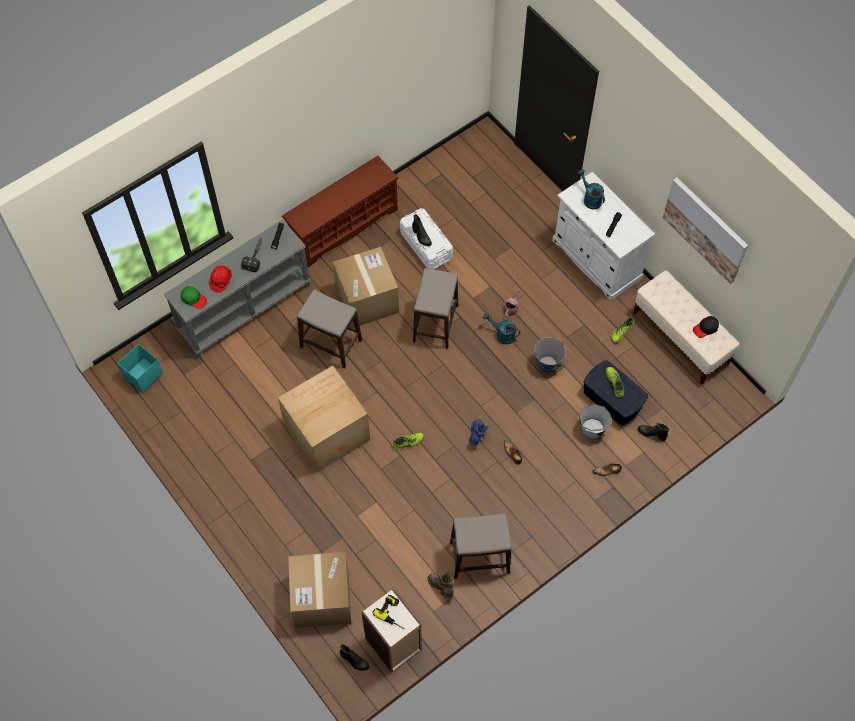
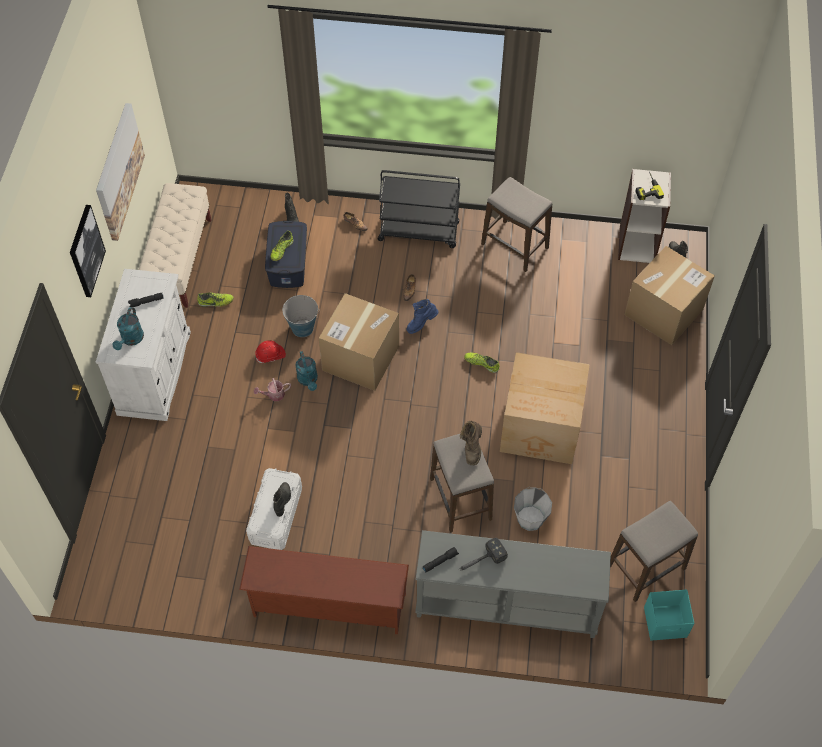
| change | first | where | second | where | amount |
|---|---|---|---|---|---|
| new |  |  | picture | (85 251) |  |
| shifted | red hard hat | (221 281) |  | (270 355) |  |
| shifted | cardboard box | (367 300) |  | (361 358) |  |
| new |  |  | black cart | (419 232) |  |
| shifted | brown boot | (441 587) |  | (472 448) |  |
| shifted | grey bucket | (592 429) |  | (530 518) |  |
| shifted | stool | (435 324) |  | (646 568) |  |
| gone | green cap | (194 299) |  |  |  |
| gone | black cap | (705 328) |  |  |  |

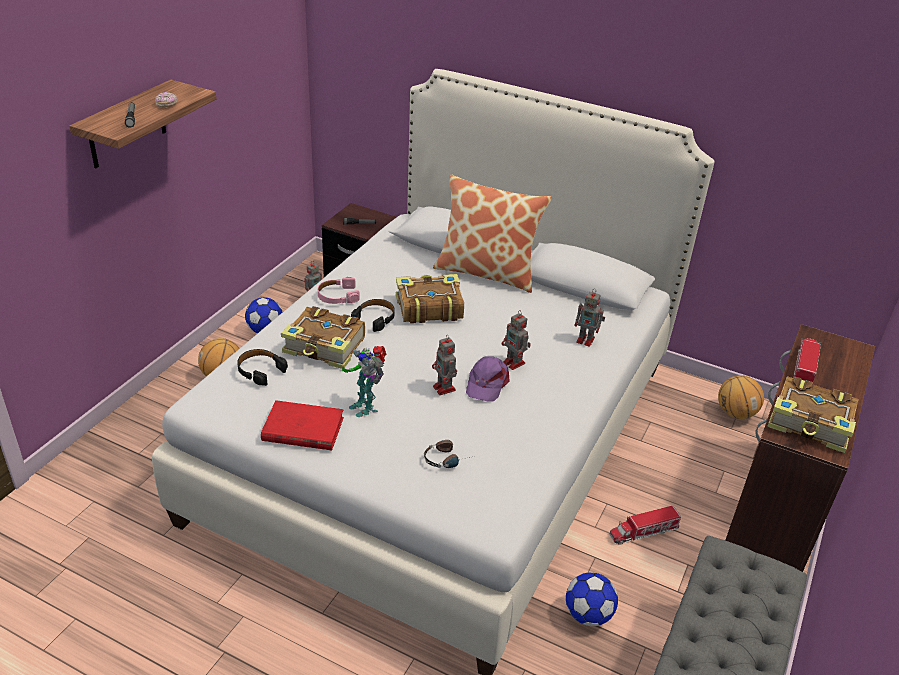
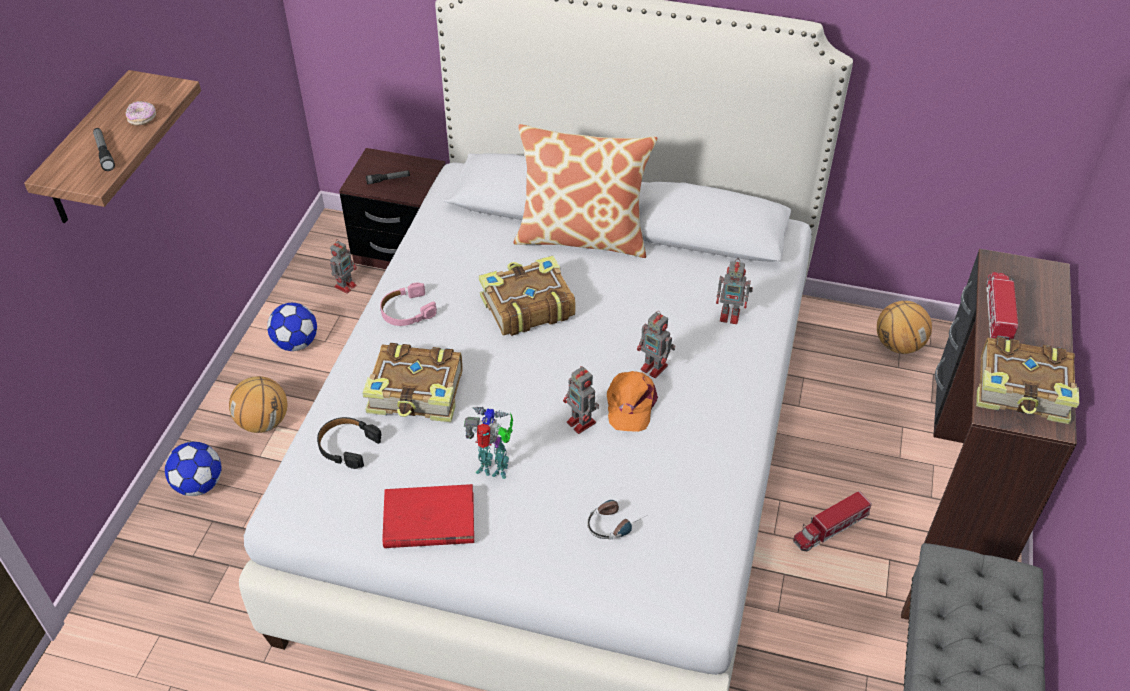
| change | first | where | second | where | amount |
|---|---|---|---|---|---|
| shifted | football | (588 615) |  | (199 485) |  |
| rotated | toy robot | (365 406) |  | (494 469) | 150 degrees clockwise |
| repainted | purple cap | (486 383) | orange cap | (630 404) |  |
| gone | black headphones | (375 318) |  |  |  |

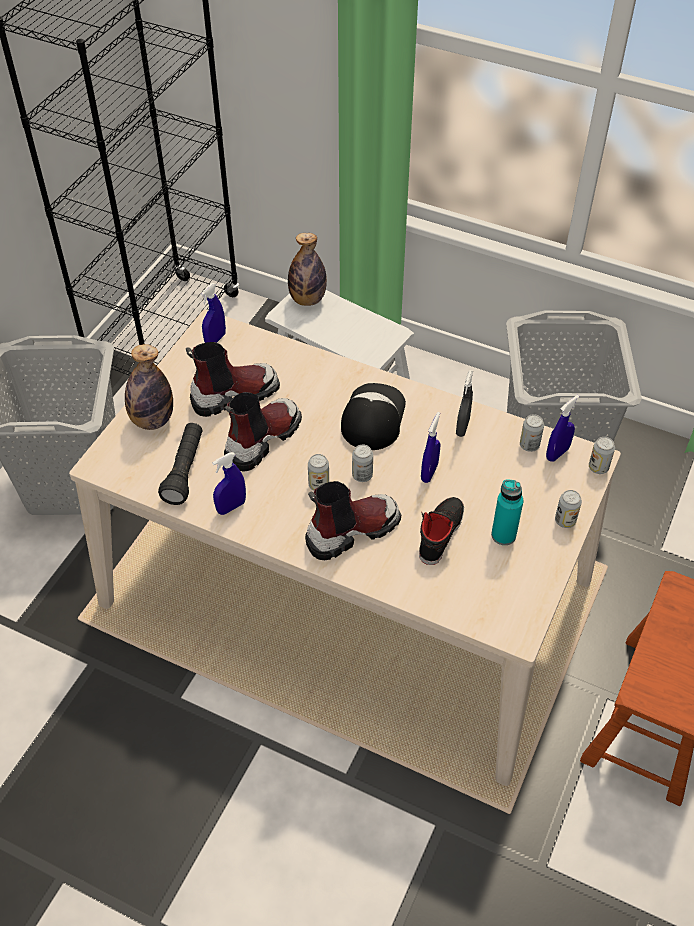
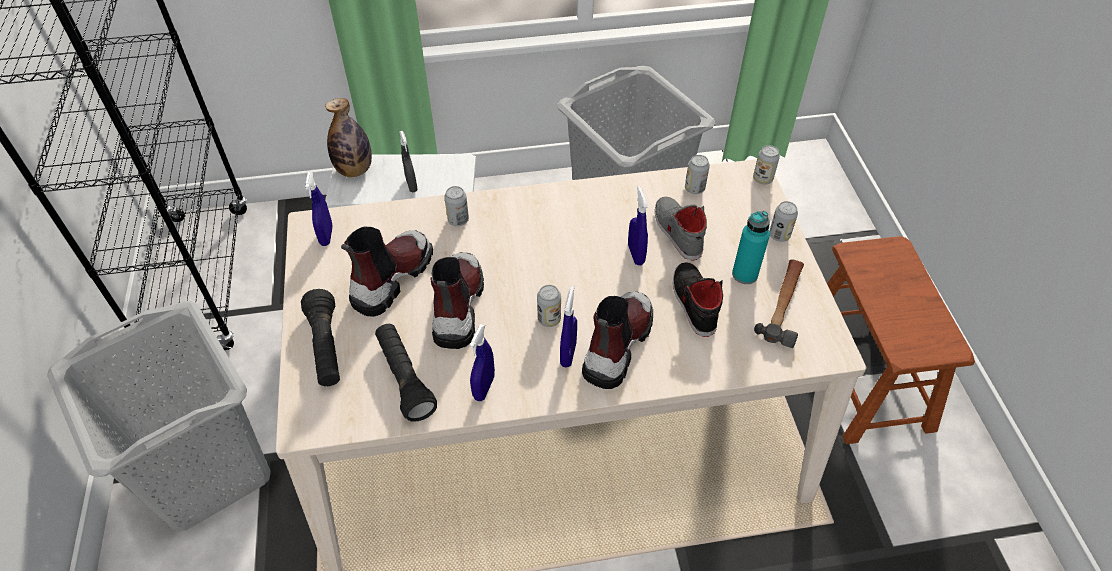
| change | first | where | second | where | amount |
|---|---|---|---|---|---|
| swapped | bottle | (152 420) | black flashlight | (326 347) |  |
| shifted | grey spray bottle | (462 427) |  | (411 185) |  |
| shifted | can | (362 475) |  | (458 220) |  |
| shifted | blue spray bottle | (557 453) |  | (568 354) |  |
| new |  |  | grey shoe | (677 231) |  |
| new |  |  | hammer | (785 304) |  |
| gone | cap | (372 417) |  |  |  |

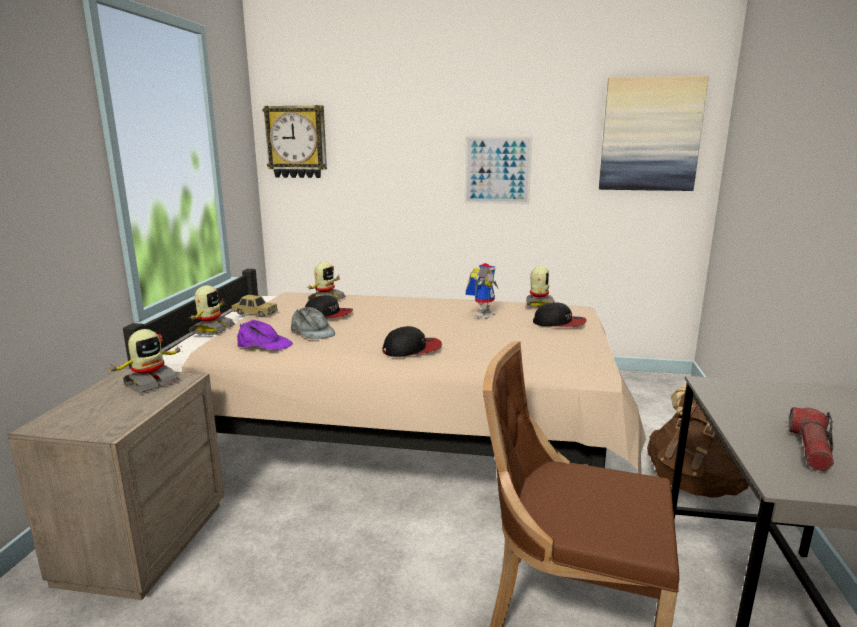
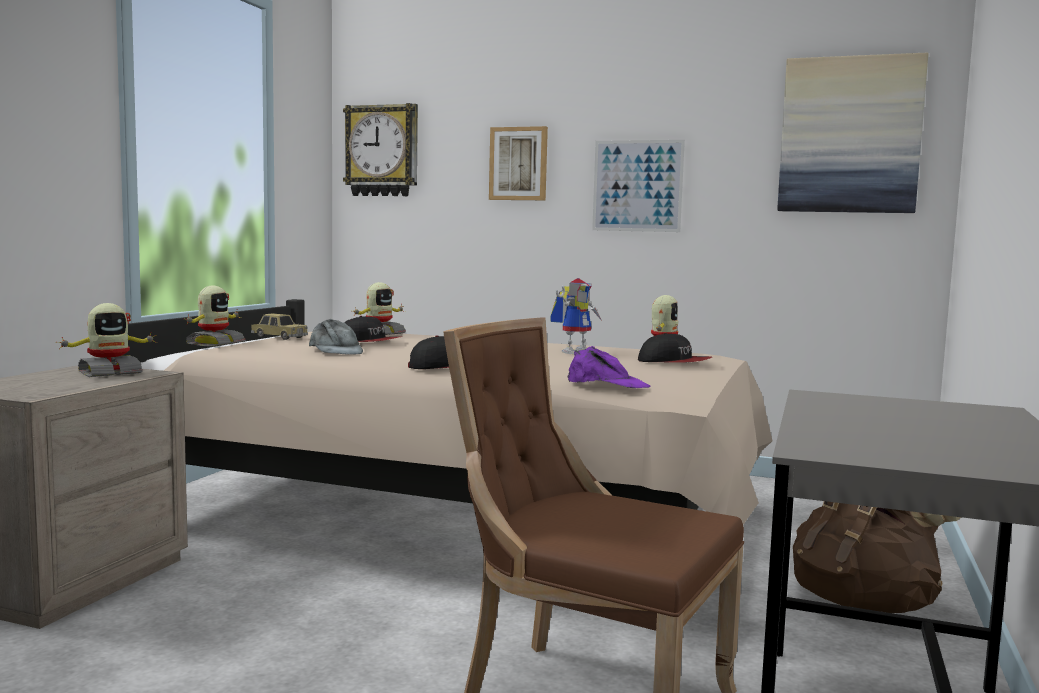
| change | first | where | second | where | amount |
|---|---|---|---|---|---|
| new |  |  | picture | (518 164) |  |
| shifted | purple cap | (264 344) |  | (608 384) |  |
| gone | flashlight | (811 449) |  |  |  |

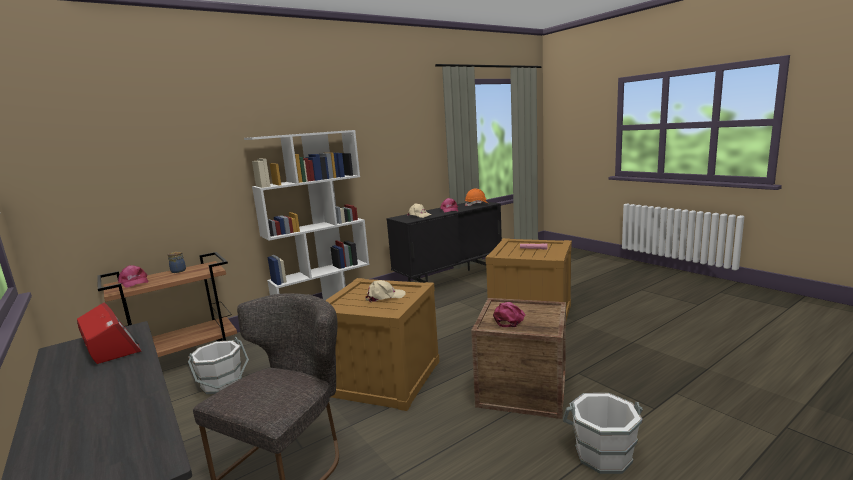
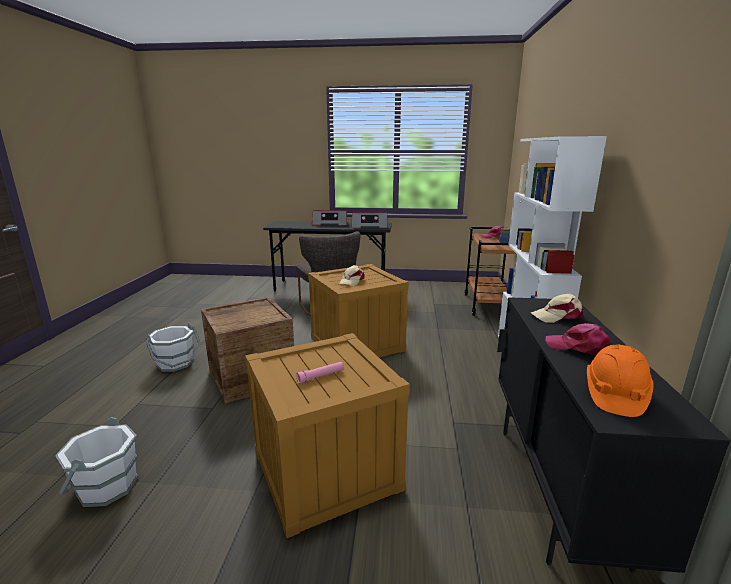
| change | first | where | second | where | amount |
|---|---|---|---|---|---|
| shifted | white bucket | (222 384) |  | (106 487) |  |
| new |  |  | radio | (330 224) |  |
| gone | pink cap | (510 319) |  |  |  |

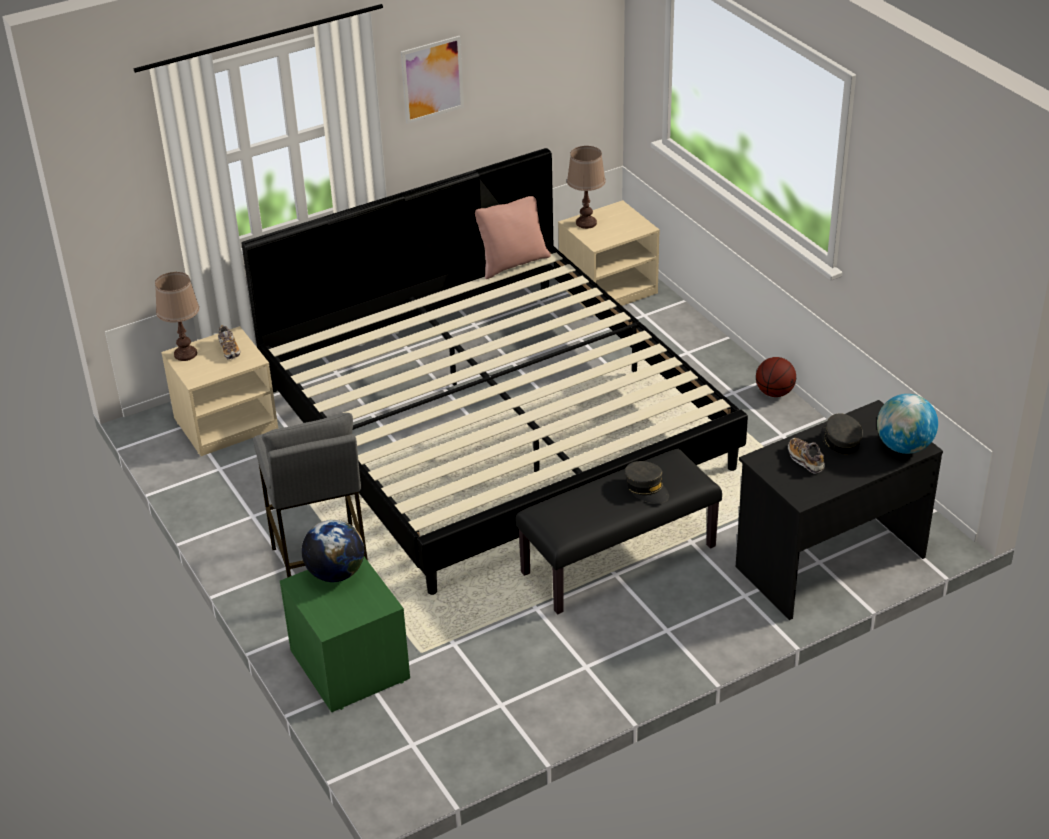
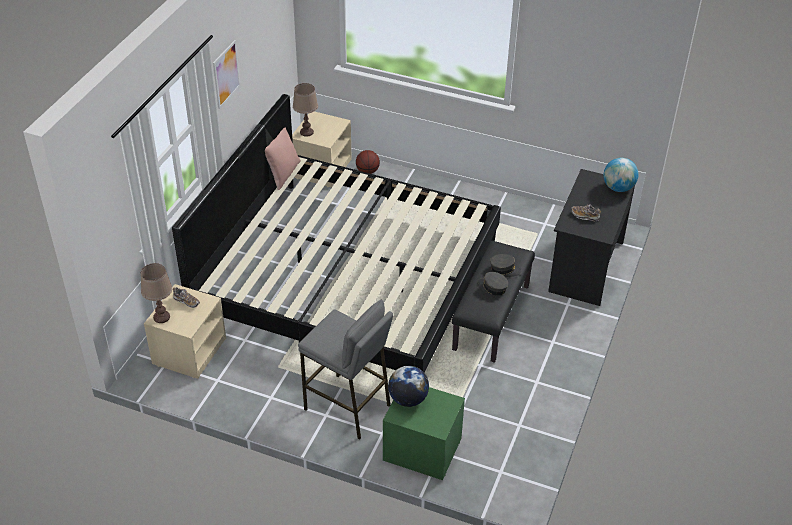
| change | first | where | second | where | amount |
|---|---|---|---|---|---|
| shifted | basketball | (774 393) |  | (367 171) |  |
| shifted | grey cap | (840 440) |  | (492 287) |  |

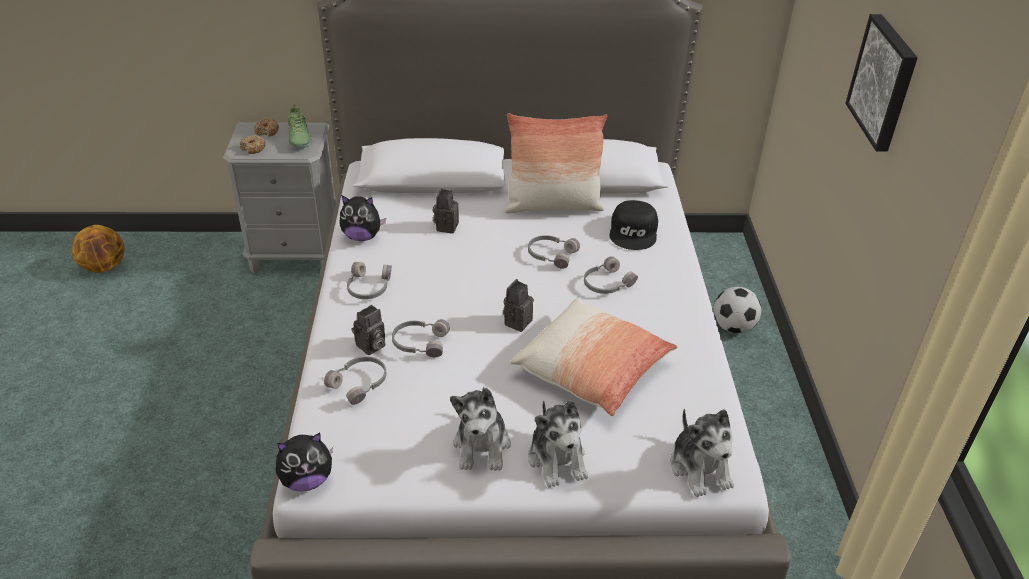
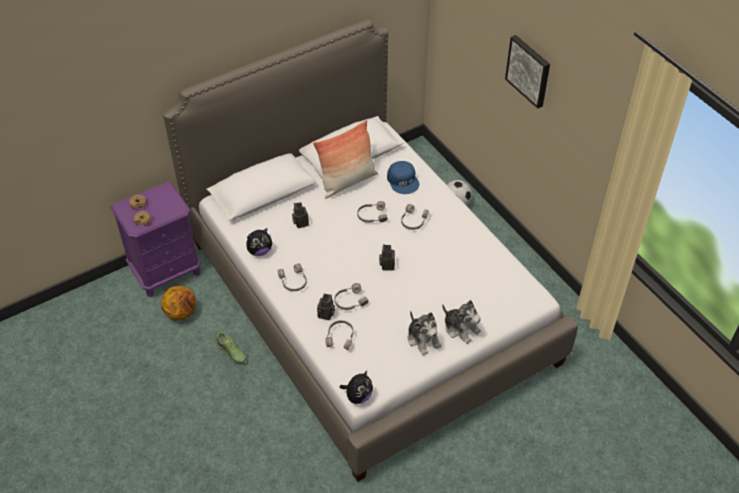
| change | first | where | second | where | amount |
|---|---|---|---|---|---|
| repainted | grey nightstand | (296 254) | purple nightstand | (166 271) |  |
| shifted | basketball | (104 267) |  | (181 312) |  |
| shifted | shoe | (298 138) |  | (231 352) |  |
| repainted | black cap | (634 232) | blue cap | (403 180) |  |
| gone | pillow | (592 370) |  |  |  |
| gone | plush toy | (700 468) |  |  |  |

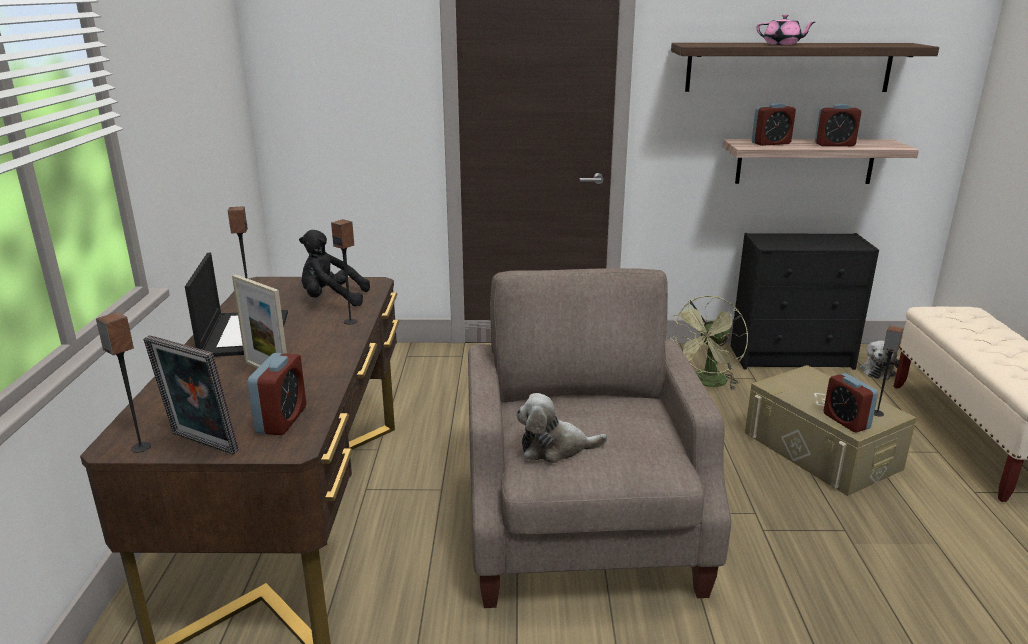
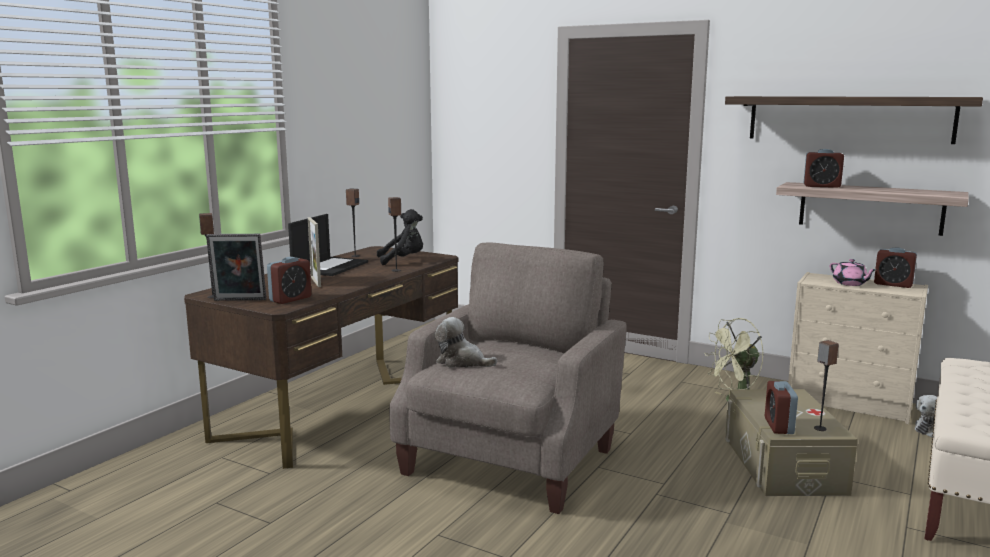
| change | first | where | second | where | amount |
|---|---|---|---|---|---|
| rotated | picture frame | (201 445) |  | (239 300) | 60 degrees counterclockwise |
| rotated | black plush toy | (331 300) |  | (403 260) | 135 degrees clockwise |
| repainted | black dresser | (792 357) | beige dresser | (850 403) |  |
| shifted | pink teapot | (782 44) |  | (850 283) |  |
| shifted | alarm clock | (834 144) |  | (893 284) |  |

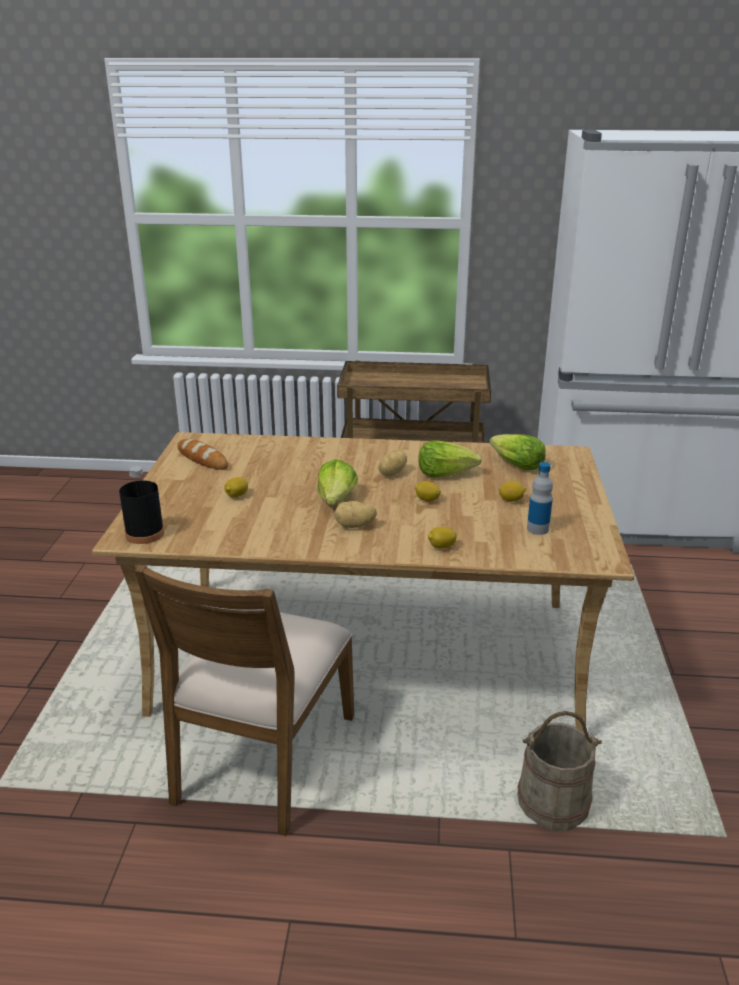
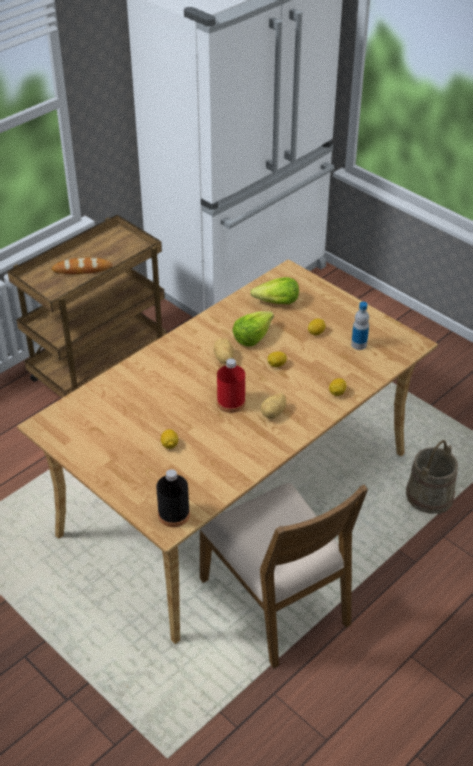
| change | first | where | second | where | amount |
|---|---|---|---|---|---|
| shifted | bread | (202 458) |  | (82 269) |  |
| swapped | lettuce | (337 500) | red bottle | (231 402) |  |

